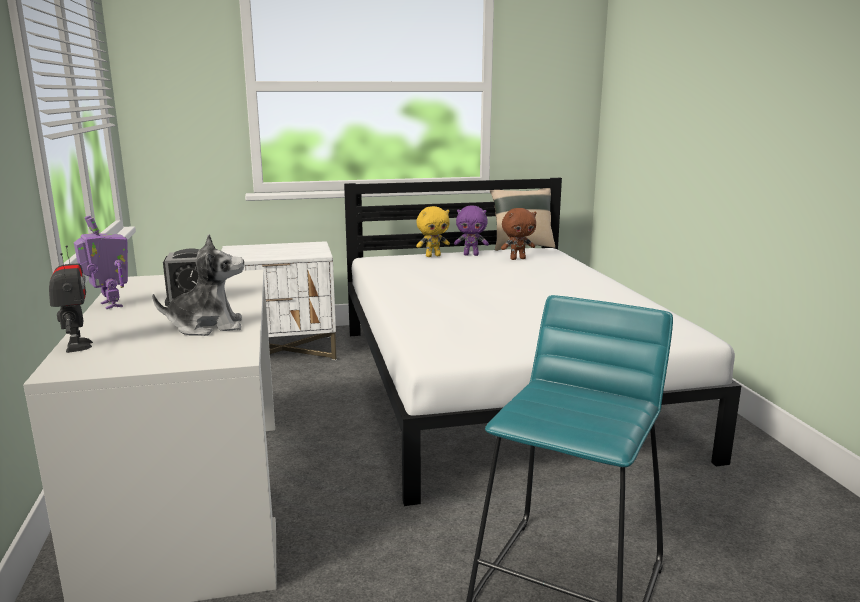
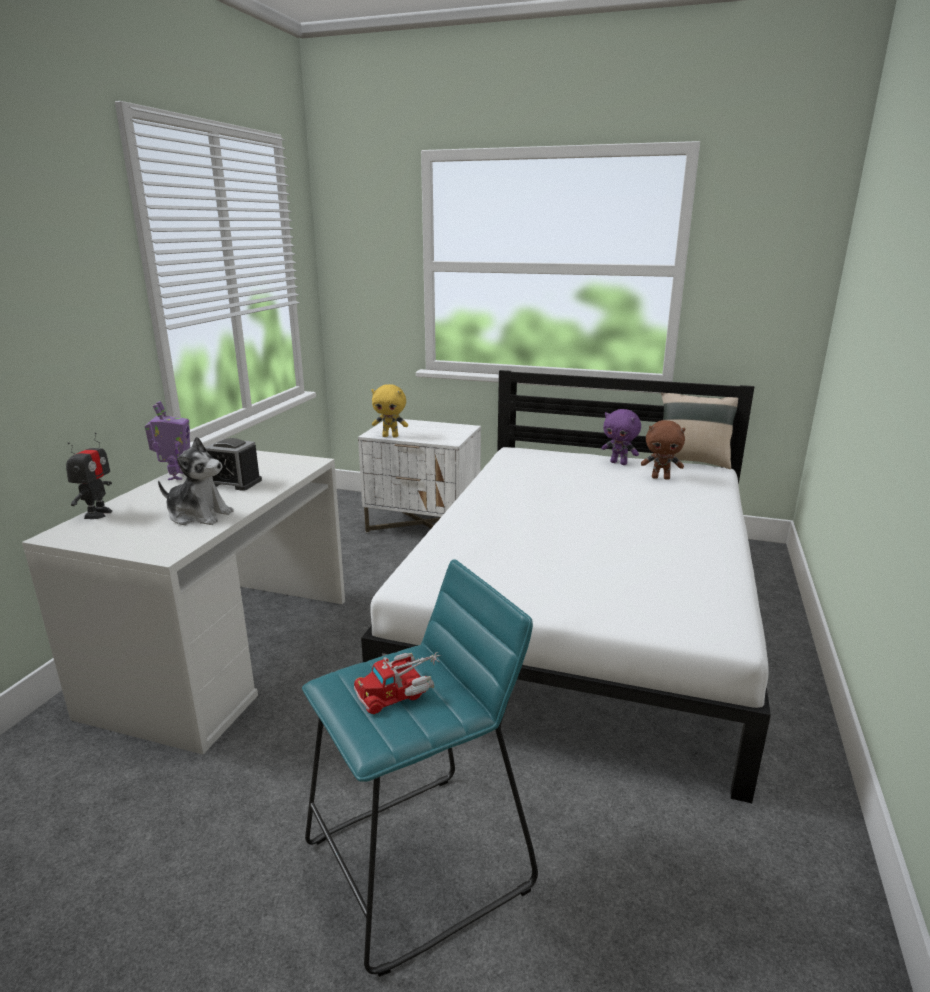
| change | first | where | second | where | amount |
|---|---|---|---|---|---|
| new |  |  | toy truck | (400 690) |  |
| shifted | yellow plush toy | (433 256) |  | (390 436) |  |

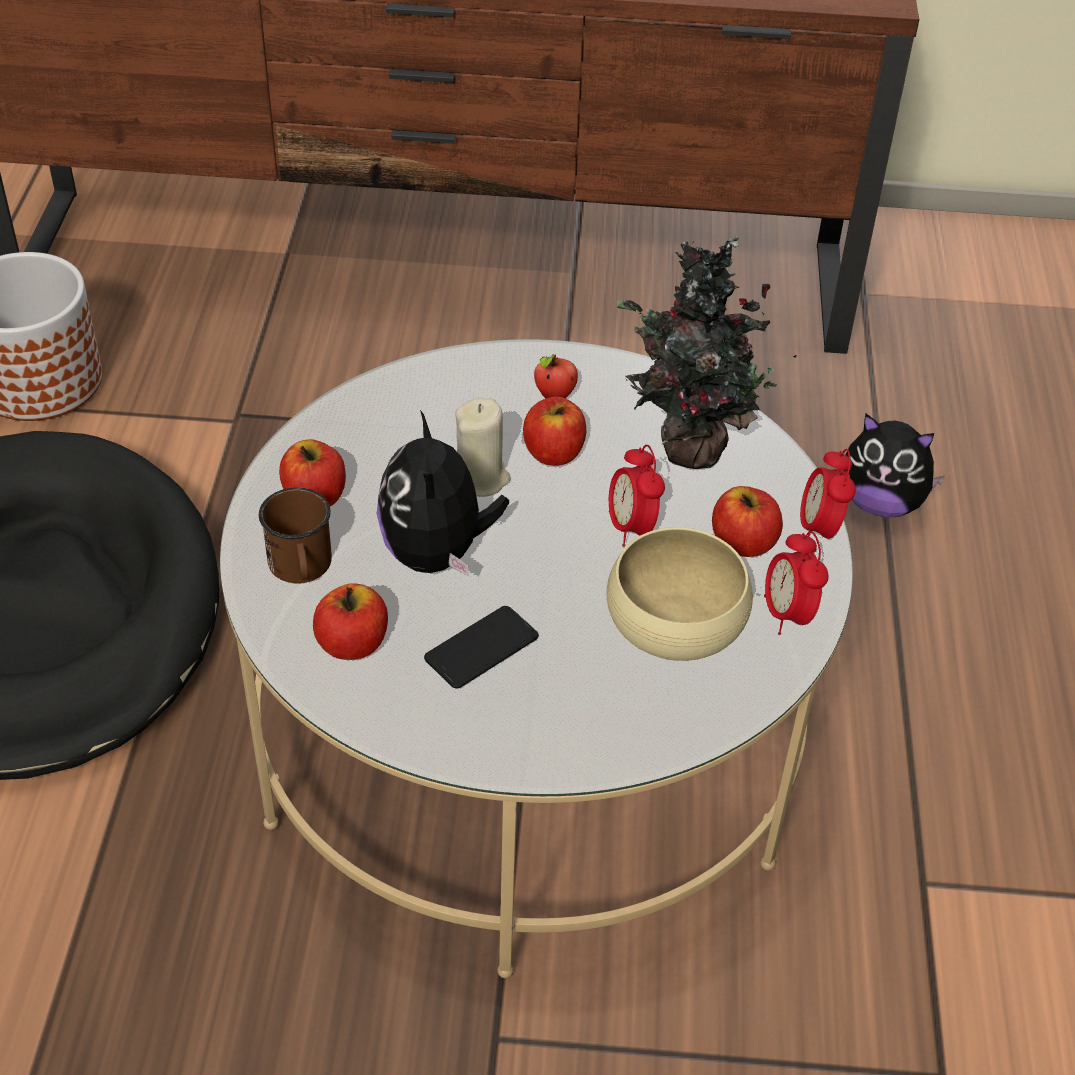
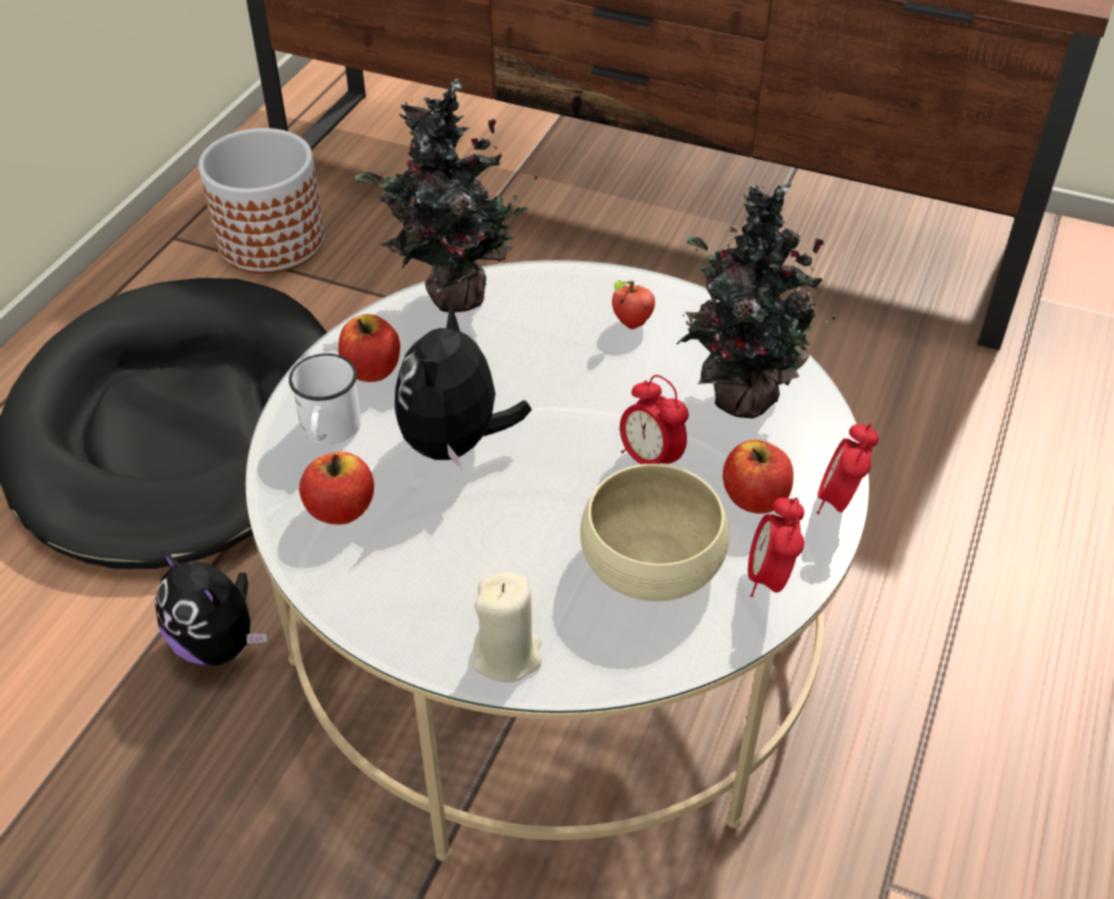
| change | first | where | second | where | amount |
|---|---|---|---|---|---|
| shifted | plush toy | (880 503) |  | (219 643) |  |
| repainted | brown mug | (301 569) | white mug | (329 431) |  |
| new |  |  | potted plant | (452 297) |  |
| shifted | beige candle | (480 478) |  | (507 656) |  |
| rotated | alarm clock | (631 527) |  | (650 459) | 45 degrees counterclockwise |
| gone | phone | (481 648) |  |  |  |
| gone | apple | (553 452) |  |  |  |

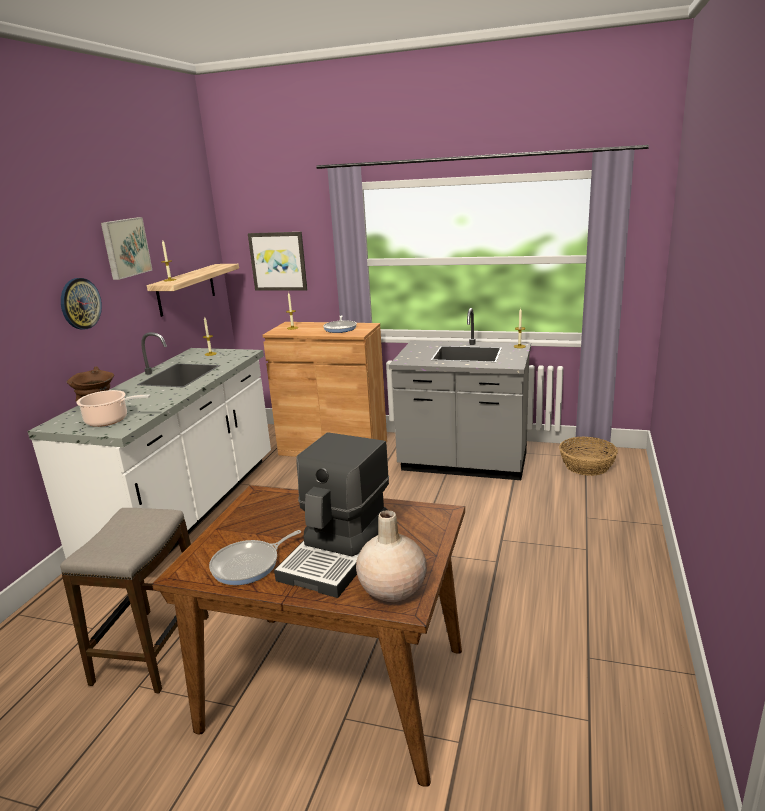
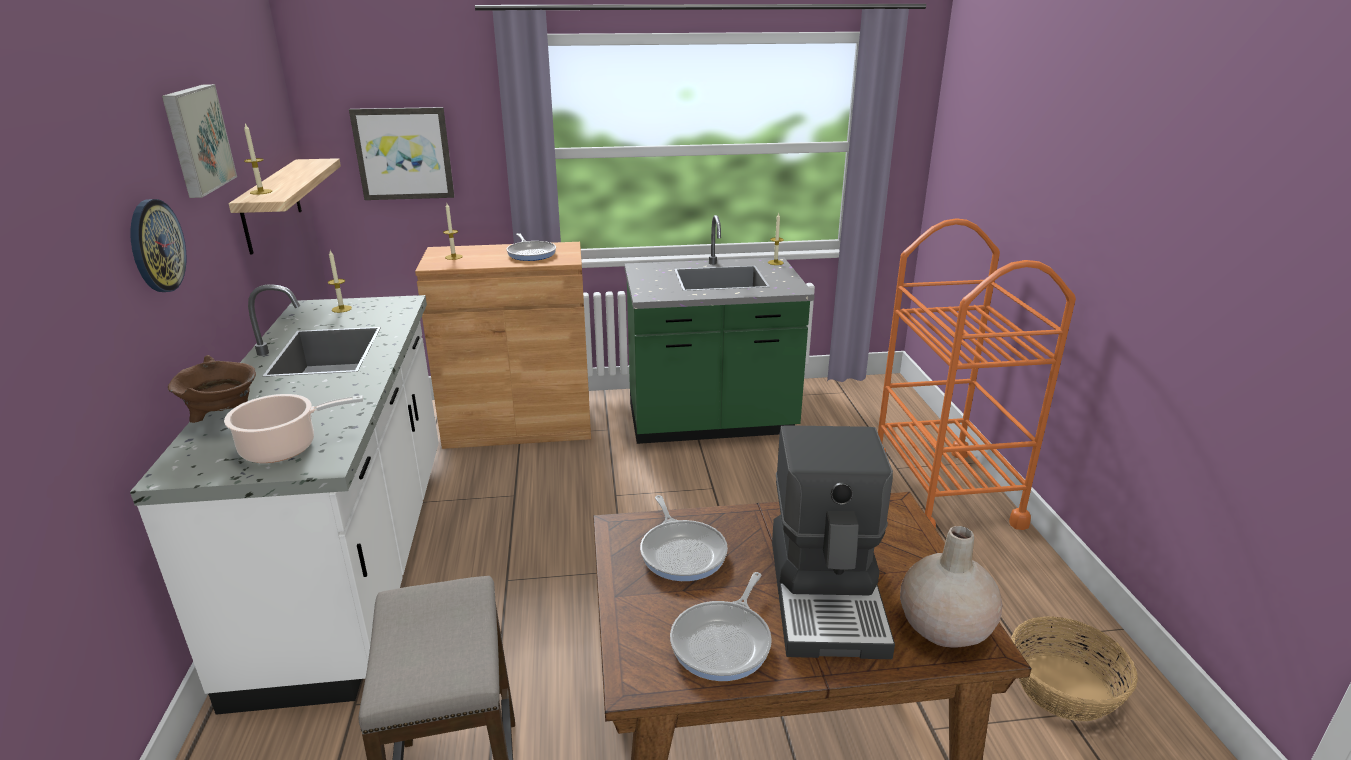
| change | first | where | second | where | amount |
|---|---|---|---|---|---|
| repainted | grey counter | (463 464) | green counter | (711 423) |  |
| new |  |  | frying pan | (682 552) |  |
| new |  |  | orange cart | (943 491) |  |
| shifted | basket | (587 466) |  | (1063 686) |  |

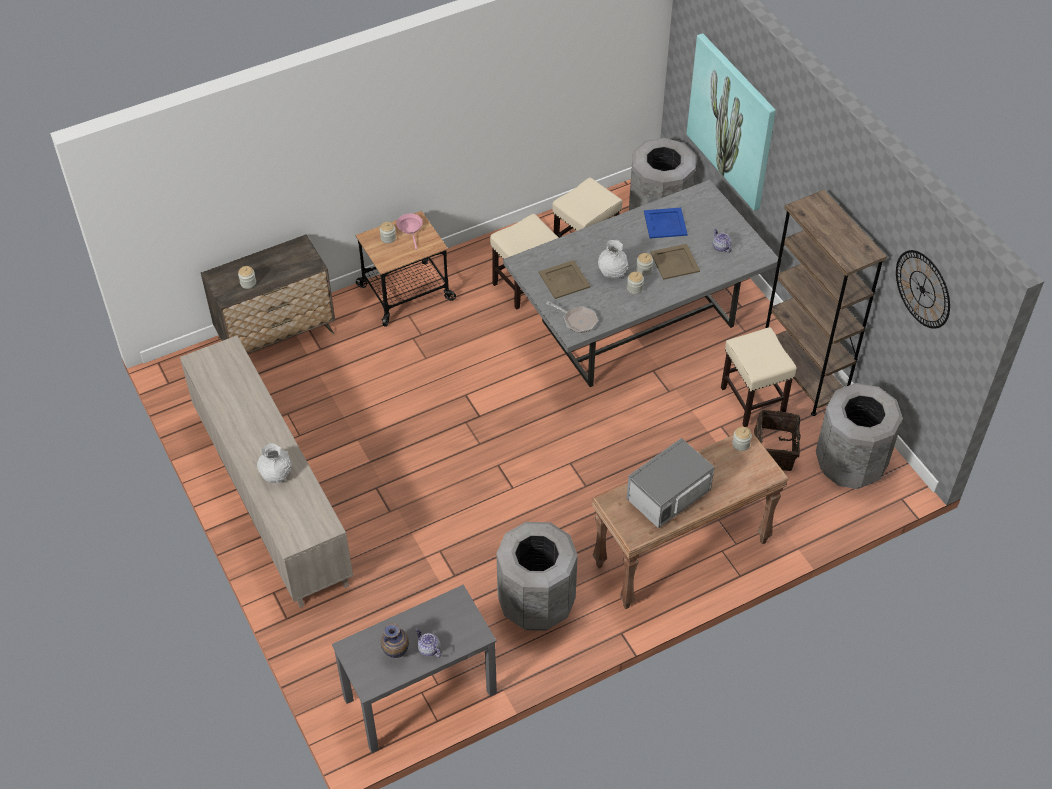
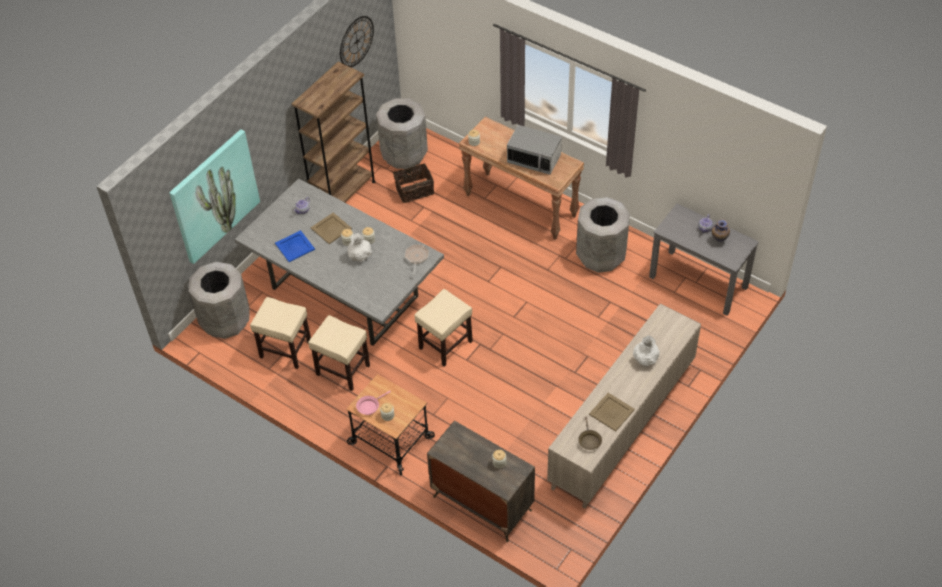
| change | first | where | second | where | amount |
|---|---|---|---|---|---|
| shifted | beige stool | (752 400) |  | (445 345) |  |
| new |  |  | brown frying pan | (589 440) |  |
| shifted | beige tray | (564 280) |  | (612 412) |  |

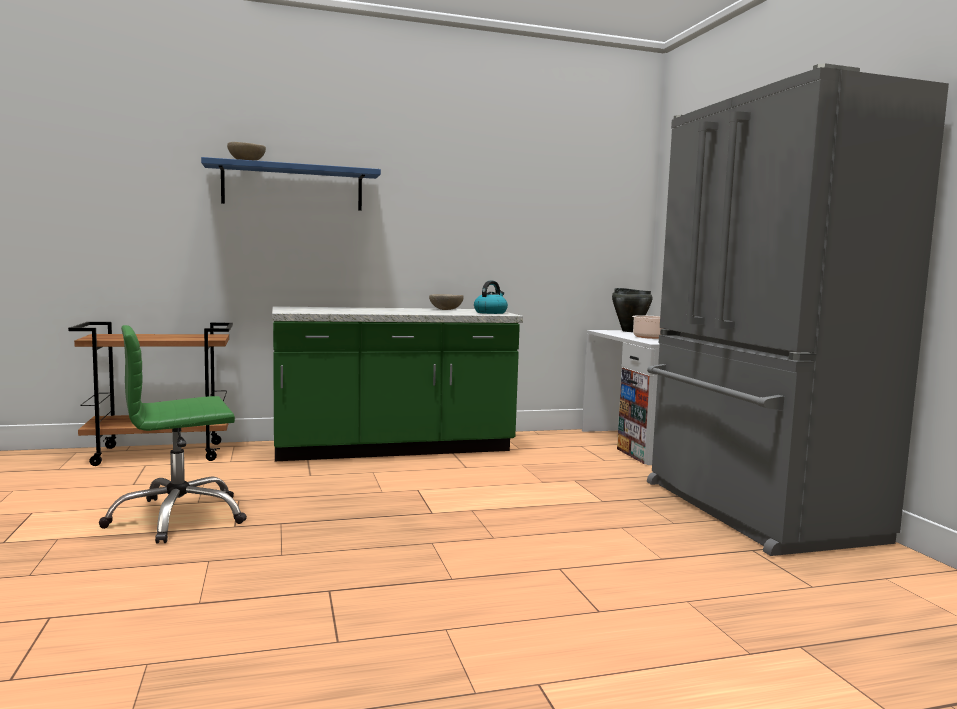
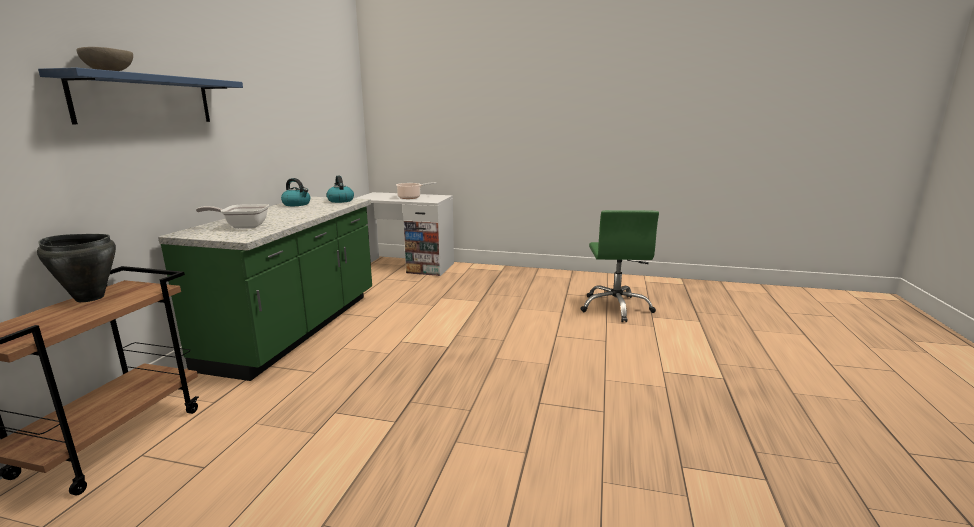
| change | first | where | second | where | amount |
|---|---|---|---|---|---|
| shifted | black cooking pot | (630 331) |  | (89 298) |  |
| new |  |  | frying pan | (243 226) |  |
| swapped | beige bowl | (446 309) | kettle | (297 204) |  |
| shifted | green office chair | (178 517) |  | (616 307) |  |
| gone | grey fridge | (753 511) |  |  |  |

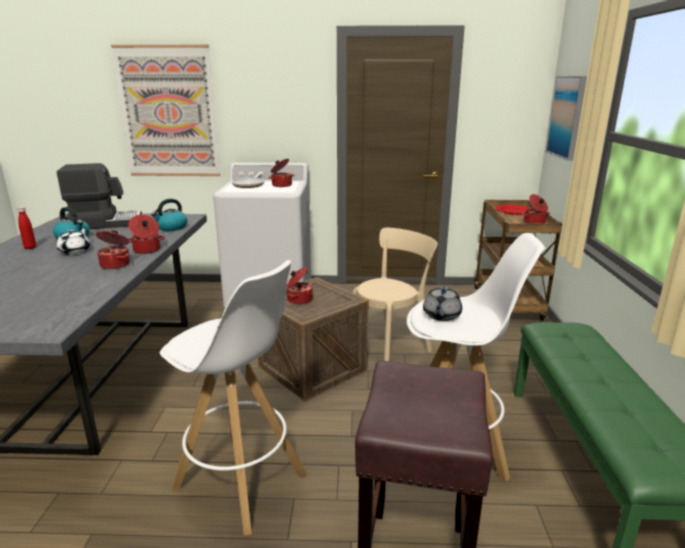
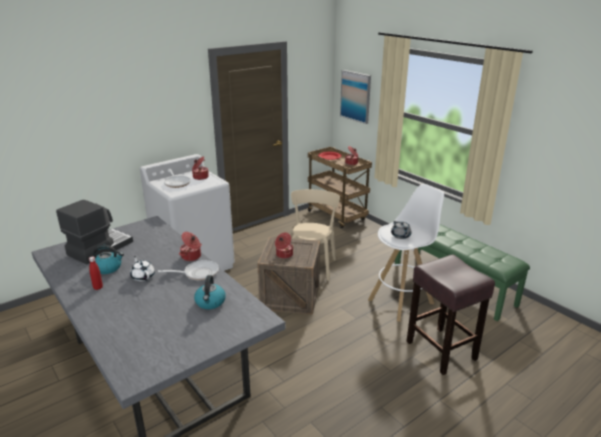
| change | first | where | second | where | amount |
|---|---|---|---|---|---|
| swapped | cooking pot | (116 264) | frying pan | (198 273) |  |
| shifted | kettle | (171 227) |  | (210 302) |  |
| gone | picture | (168 113) |  |  |  |
| gone | white stool | (241 482) |  |  |  |

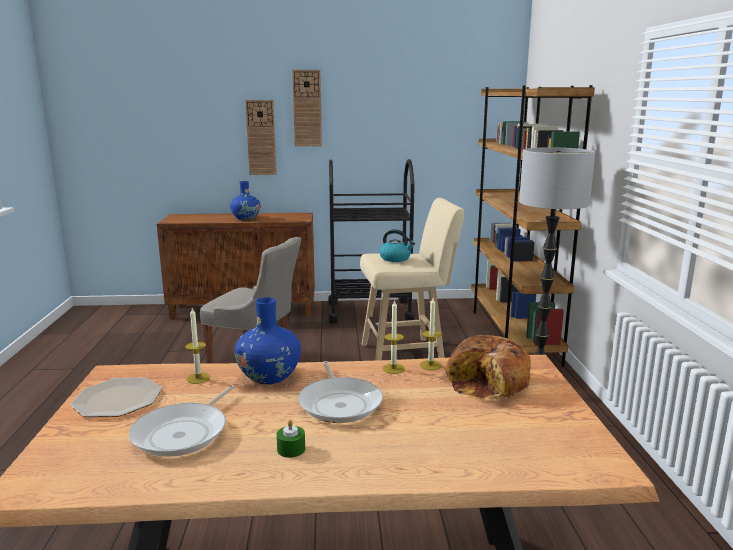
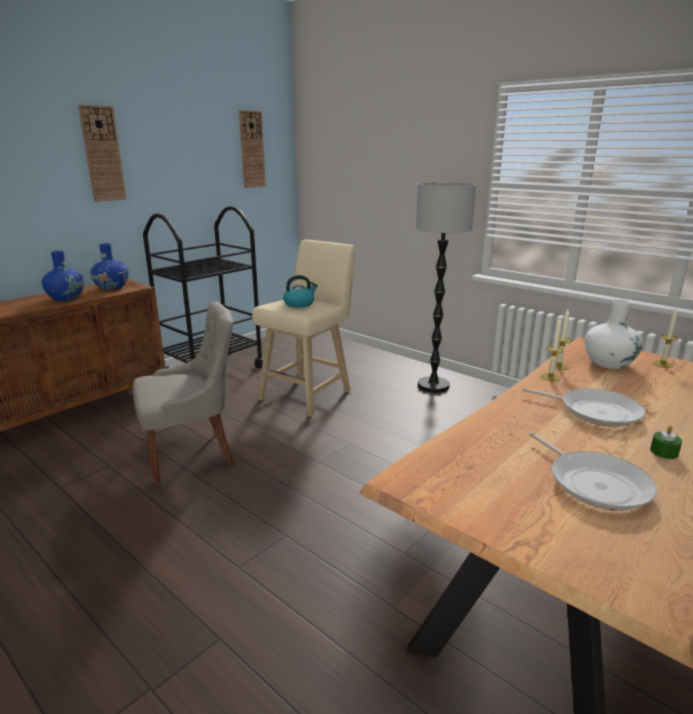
| change | first | where | second | where | amount |
|---|---|---|---|---|---|
| shifted | blue vase | (269 376) |  | (112 288) |  |
| shifted | wall clock | (261 137) |  | (252 149) |  |
| swapped | bread | (489 383) | white vase | (608 363) |  |
| shifted | candle | (198 378) |  | (663 364) |  |
| gone | plate | (117 399) |  |  |  |
| gone | brown bookcase | (512 333) |  |  |  |

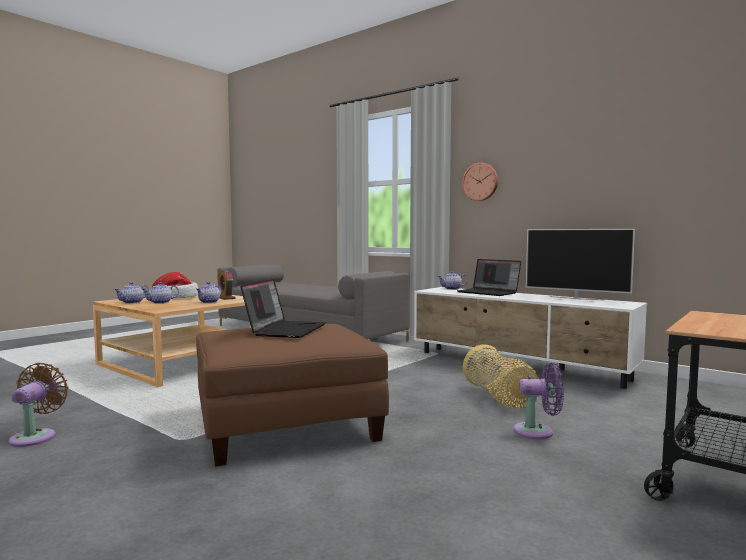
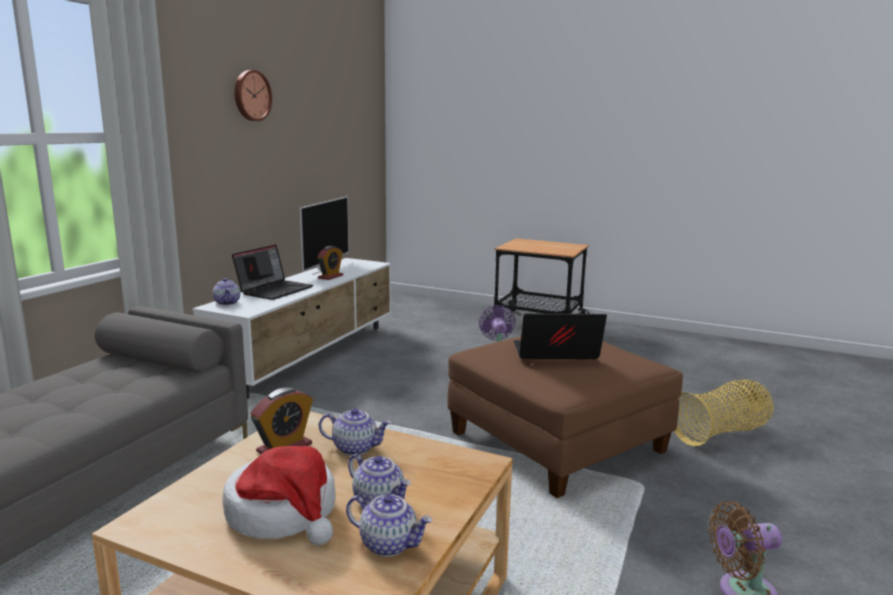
| change | first | where | second | where | amount |
|---|---|---|---|---|---|
| shifted | wall clock | (480 182) |  | (251 95) |  |
| new |  |  | alarm clock | (330 277) |  |
| shifted | basket | (500 398) |  | (720 434) |  |

